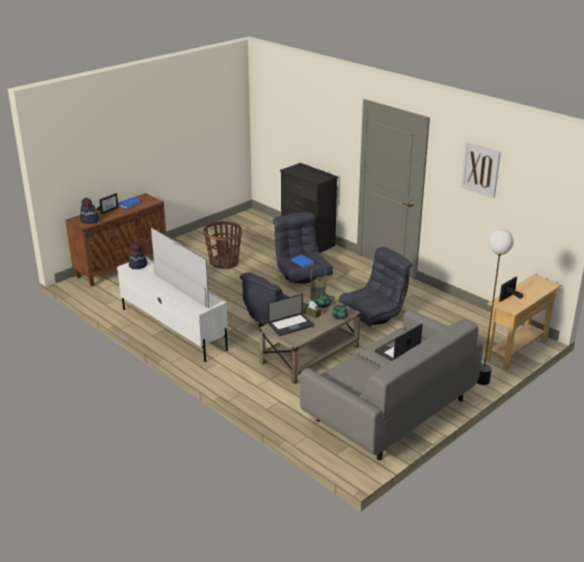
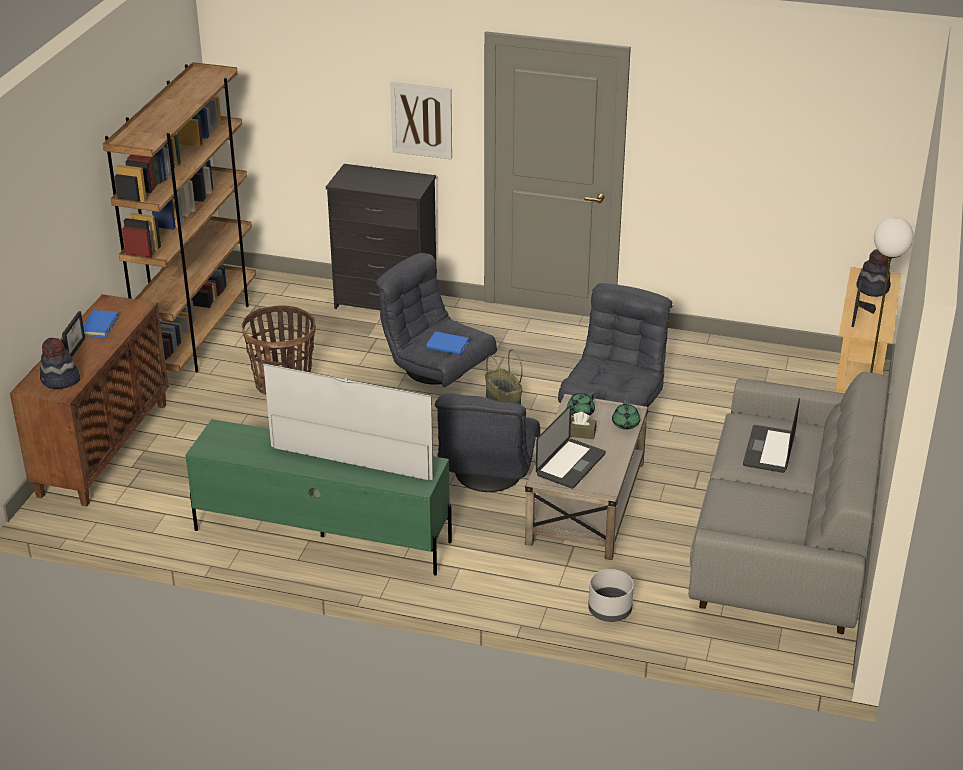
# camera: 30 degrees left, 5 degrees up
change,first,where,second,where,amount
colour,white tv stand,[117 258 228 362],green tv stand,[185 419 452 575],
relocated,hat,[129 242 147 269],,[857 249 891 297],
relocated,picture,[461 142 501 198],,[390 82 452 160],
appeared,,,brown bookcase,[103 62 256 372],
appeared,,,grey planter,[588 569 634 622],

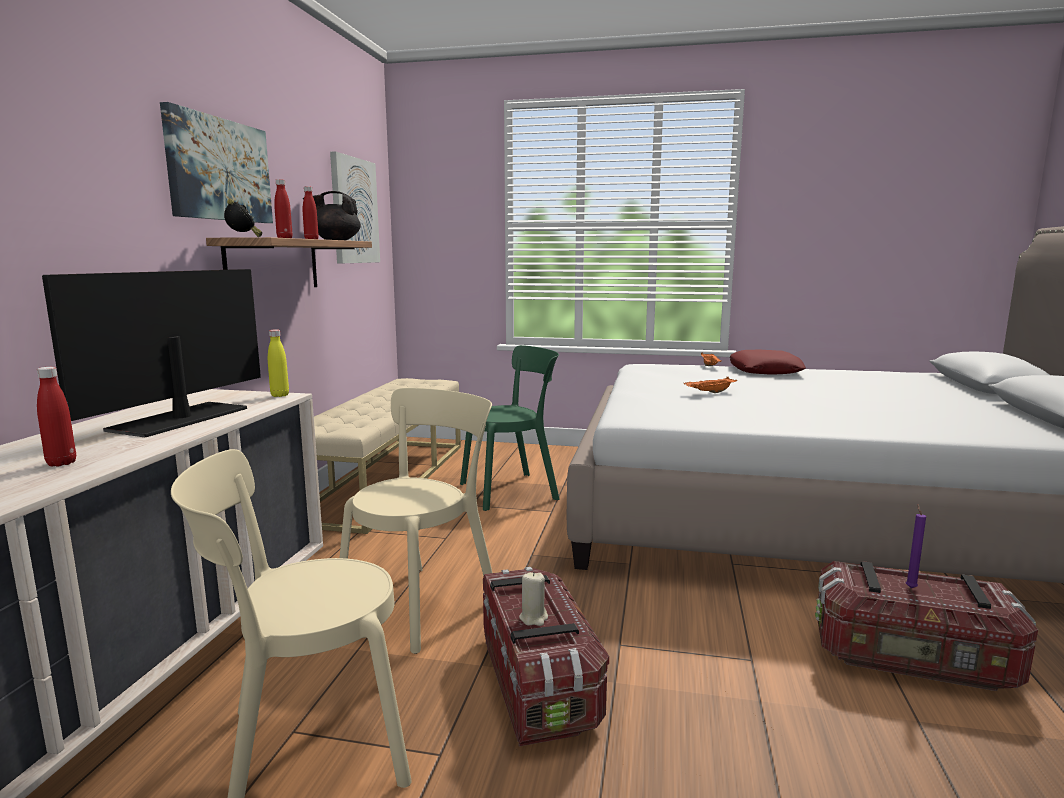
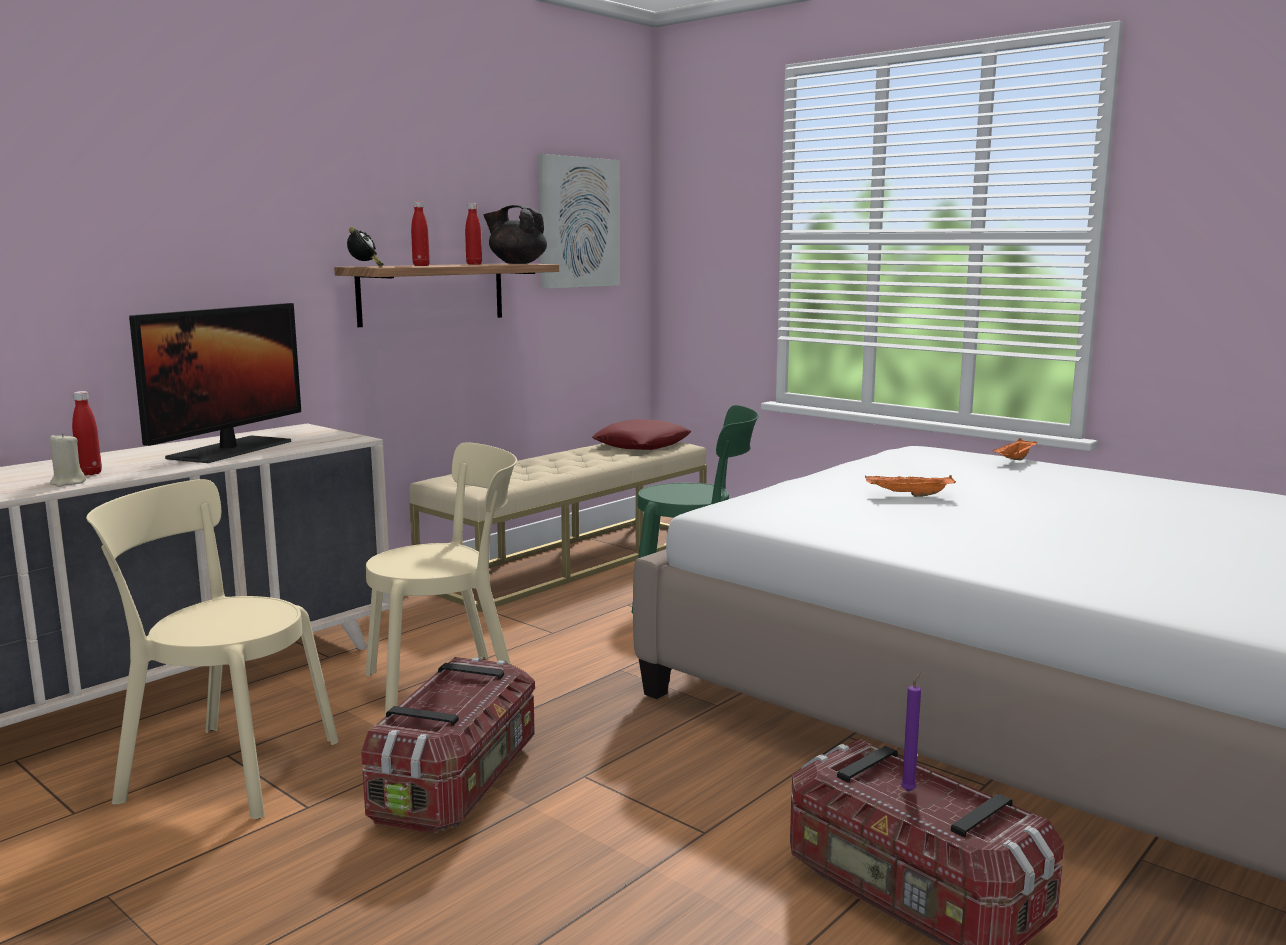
# camera: 30 degrees right, 0 degrees up
change,first,where,second,where,amount
spun,monitor,[42 269 261 437],,[129 303 301 463],150 degrees clockwise
missing,picture,[160 102 273 223],,,
missing,yellow bottle,[268 329 289 397],,,
relocated,beige candle,[519 572 548 626],,[50 432 86 487],
relocated,red pillow,[730 350 806 375],,[592 419 691 450],

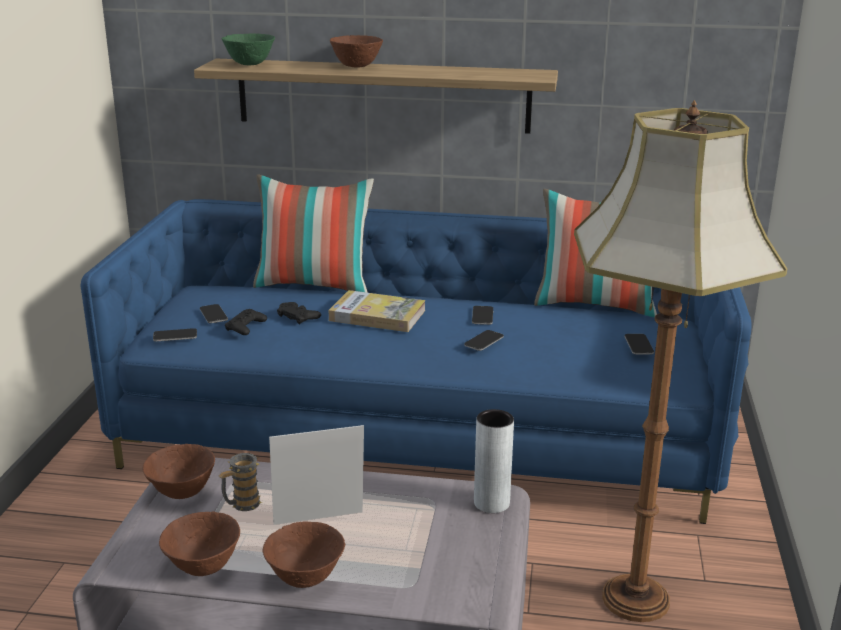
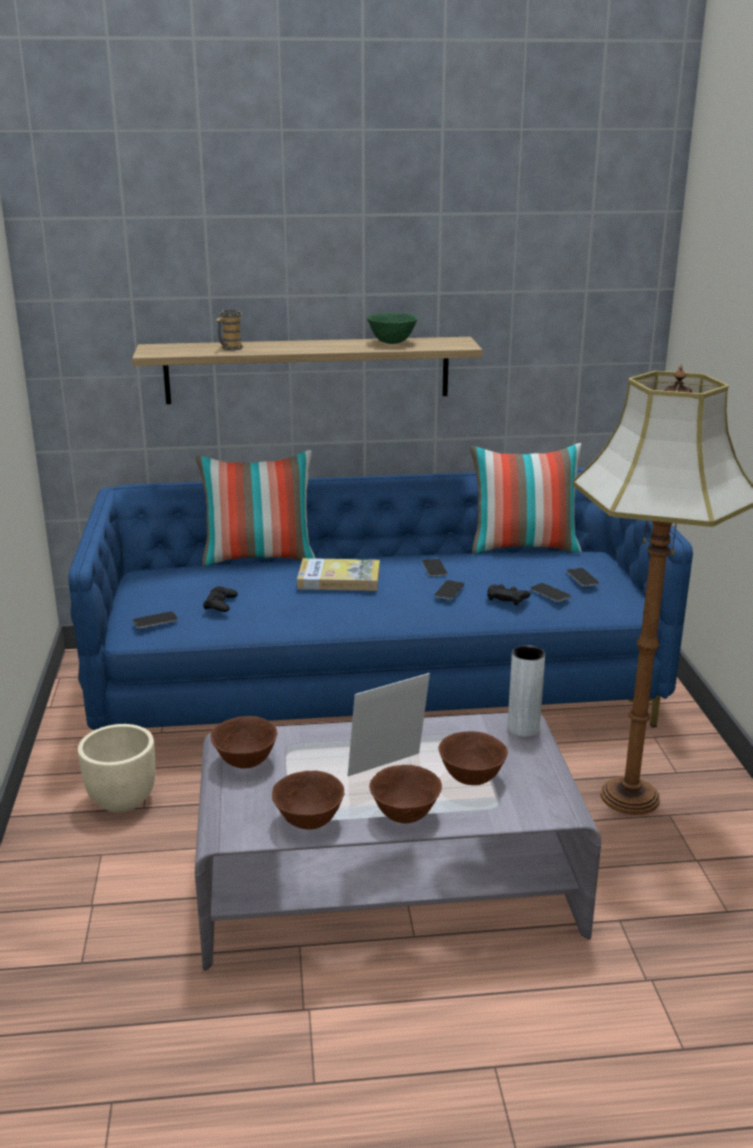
# camera: 15 degrees left, 0 degrees up
change,first,where,second,where,amount
relocated,phone,[200 304 228 323],,[530 583 571 602],
relocated,mug,[218 453 262 511],,[216 309 244 350],
relocated,green bowl,[221 33 275 65],,[367 313 417 344],
relocated,black game controller,[277 302 321 324],,[487 584 530 605],
relocated,brown bowl,[330 35 383 67],,[438 731 508 785],
appeared,,,beige planter,[78 724 155 813],

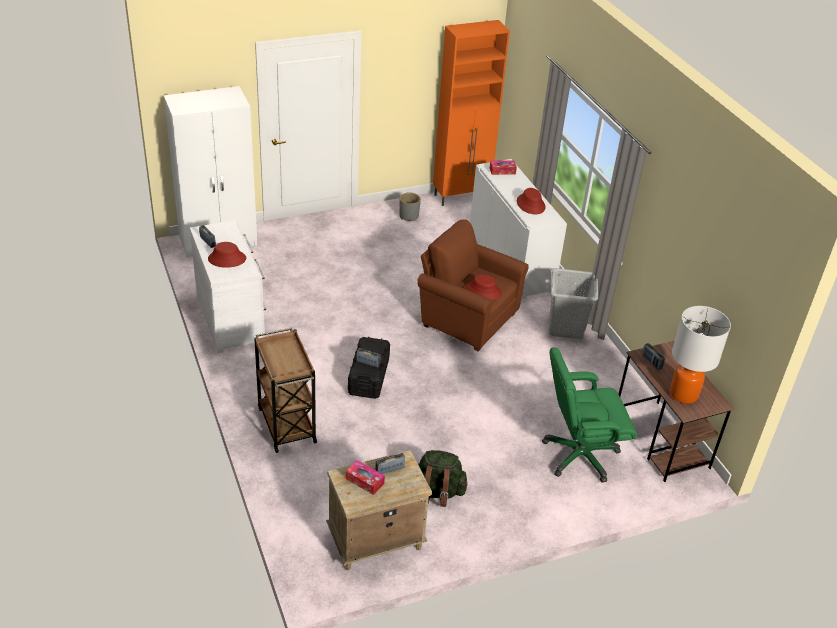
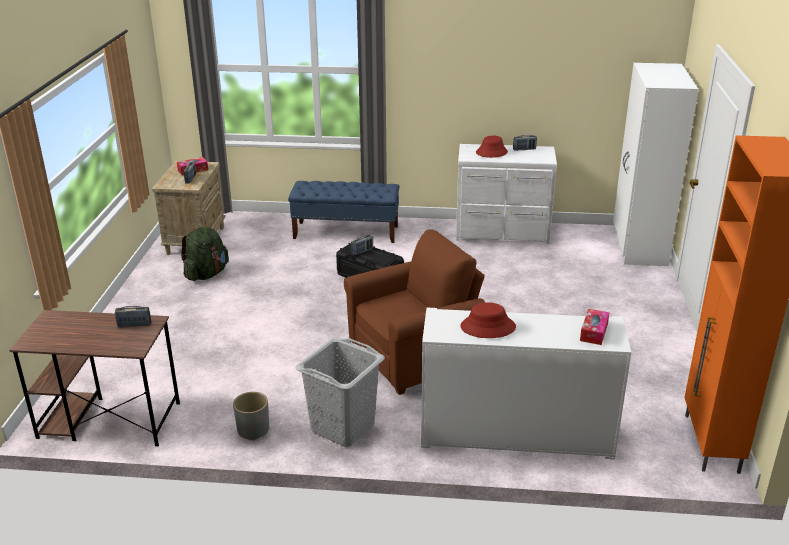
# camera: 120 degrees right, 10 degrees down
change,first,where,second,where,amount
exchanged,brown cart,[254 328 317 453],blue bench,[288 181 400 243],
relocated,grey planter,[399 192 421 221],,[233 392 269 440],
missing,red hat,[465 275 502 300],,,
missing,green office chair,[542 347 637 483],,,
missing,table lamp,[670 306 731 404],,,

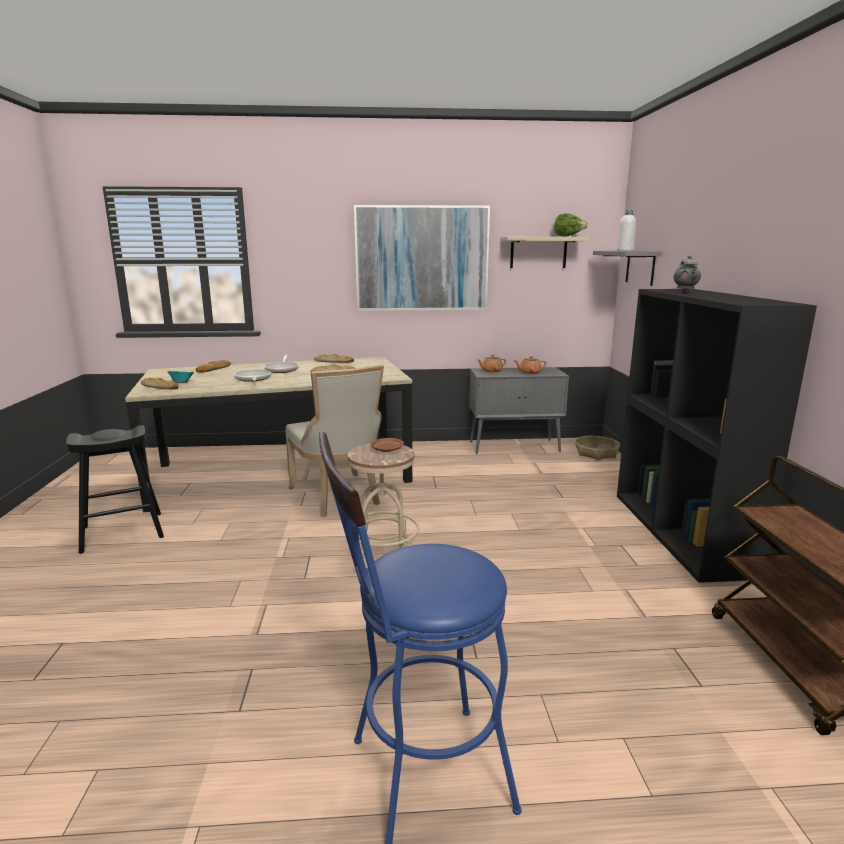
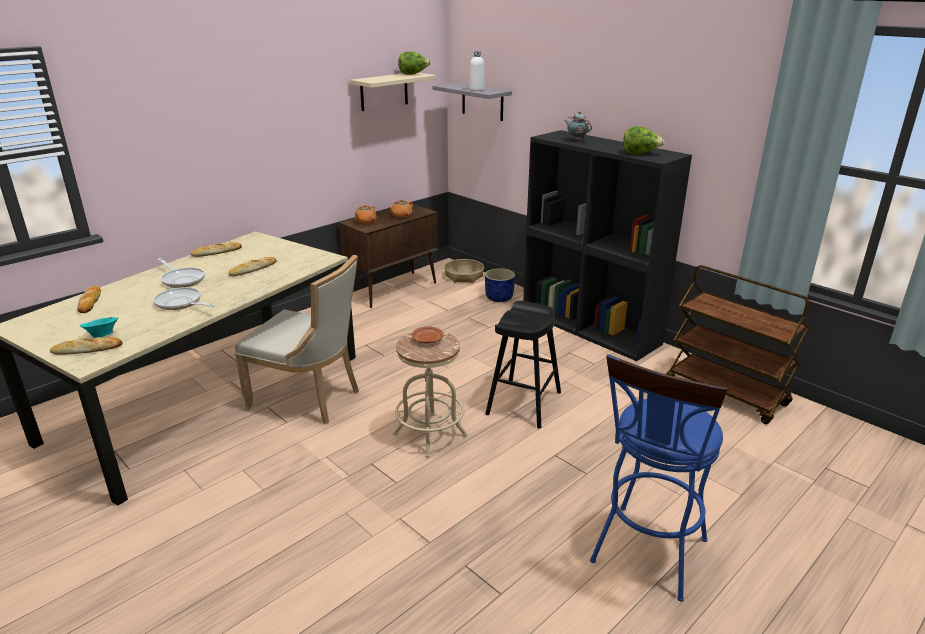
# camera: 40 degrees left, 10 degrees up
change,first,where,second,where,amount
relocated,black stool,[66 425 164 554],,[485 301 561 429],
missing,picture,[354 205 490 311],,,
colour,grey cabinet,[469 367 569 454],brown cabinet,[339 203 438 308],
appeared,,,blue planter,[485 268 515 302],
appeared,,,lettuce,[623 126 665 154],

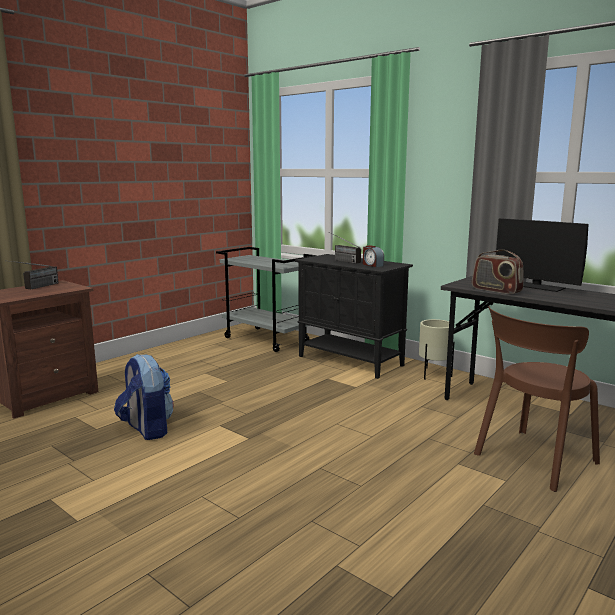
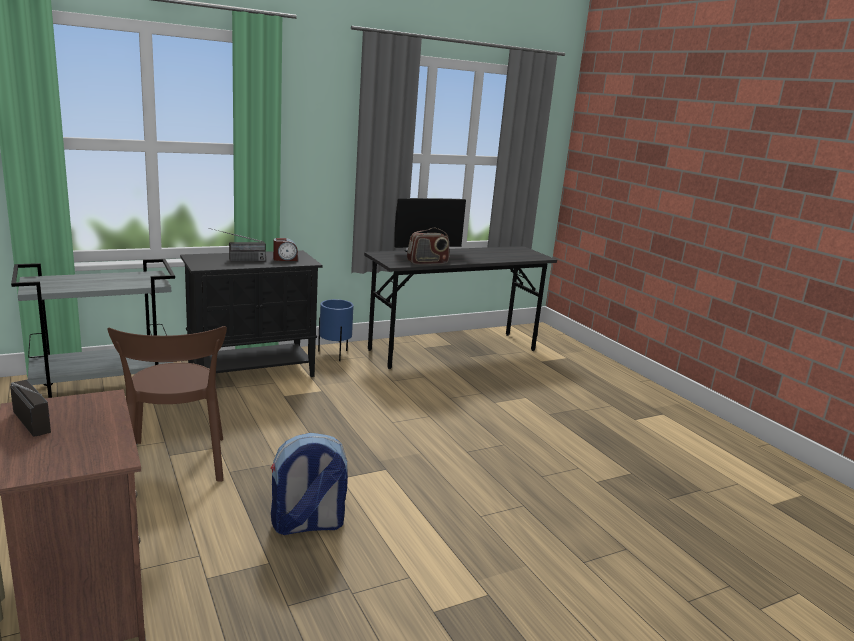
# camera: 70 degrees left, 5 degrees up
change,first,where,second,where,amount
colour,beige planter,[419 319 454 380],blue planter,[318 299 354 361],
relocated,brown chair,[474 306 600 492],,[107 326 227 482],

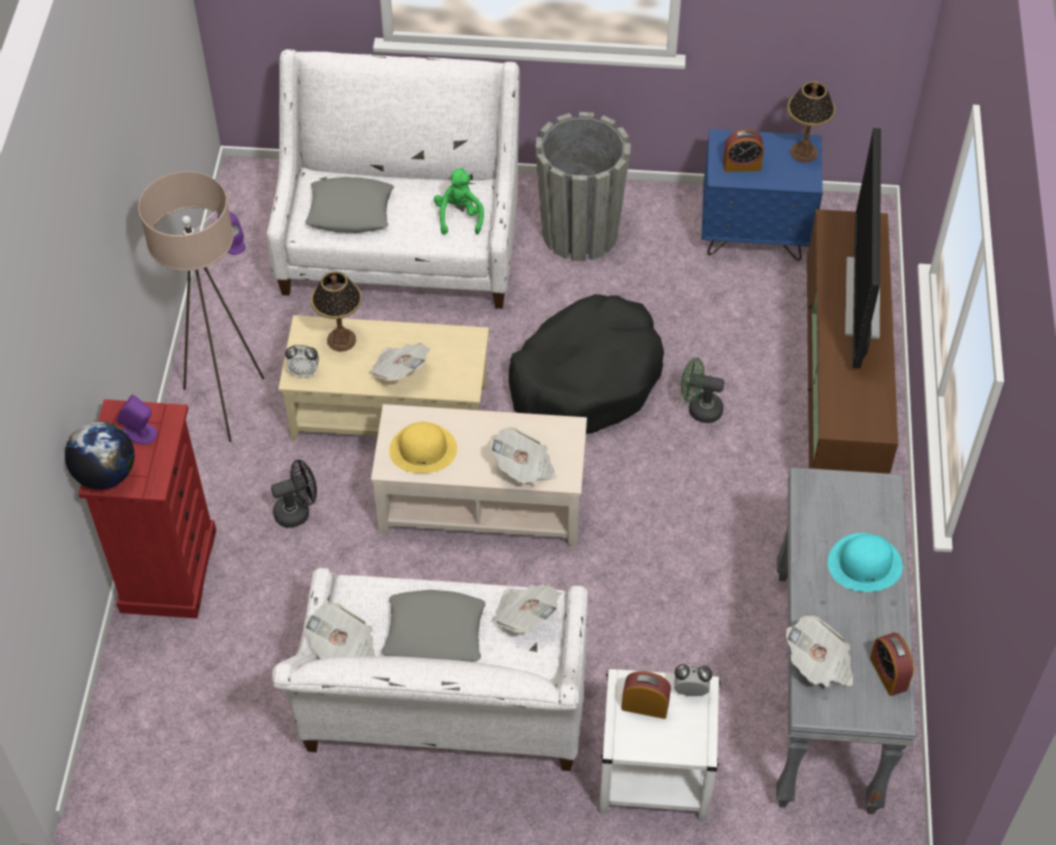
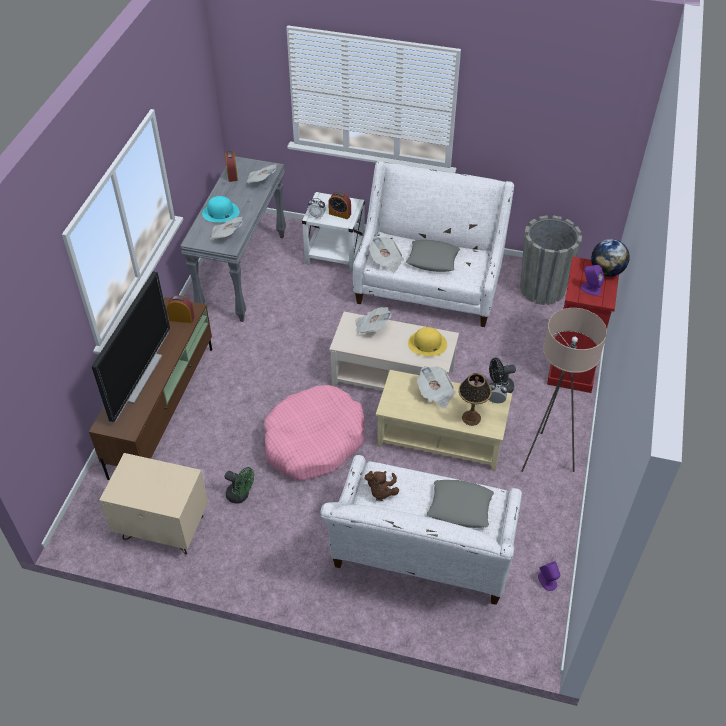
# camera: 170 degrees left, 5 degrees down
change,first,where,second,where,amount
relocated,newspaper,[304 603 375 659],,[210 217 243 239],
colour,green plush toy,[434 168 484 235],brown plush toy,[365 471 399 499],
colour,black dog bed,[509 294 664 434],pink dog bed,[264 385 365 480],
relocated,grey planter,[535 112 631 261],,[520 215 582 305],
relocated,green fan,[681 358 725 423],,[225 467 254 504],
colour,blue nightstand,[701 129 823 260],beige nightstand,[99 453 208 554],
relocated,alarm clock,[723 129 764 172],,[167 295 195 323],
missing,table lamp,[787 81 835 163],,,

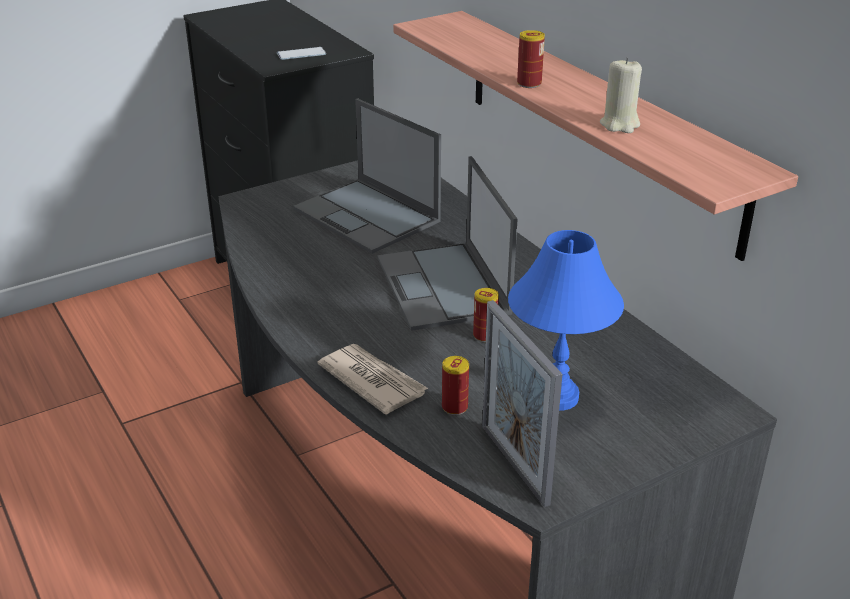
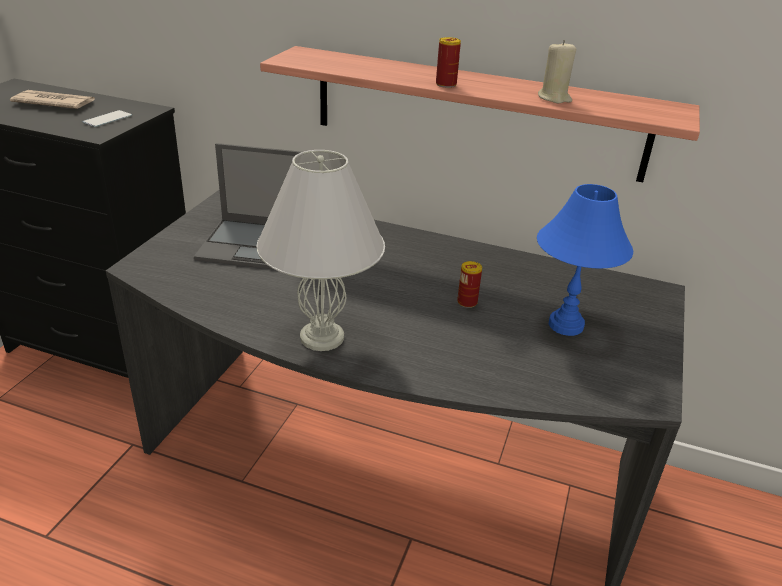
# camera: 40 degrees left, 0 degrees up
change,first,where,second,where,amount
relocated,newspaper,[317 344 428 415],,[10 90 95 109],
missing,laptop,[378 156 517 331],,,
missing,can,[442 356 469 415],,,
missing,picture frame,[482 300 562 507],,,
appeared,,,white table lamp,[257 150 385 351],

